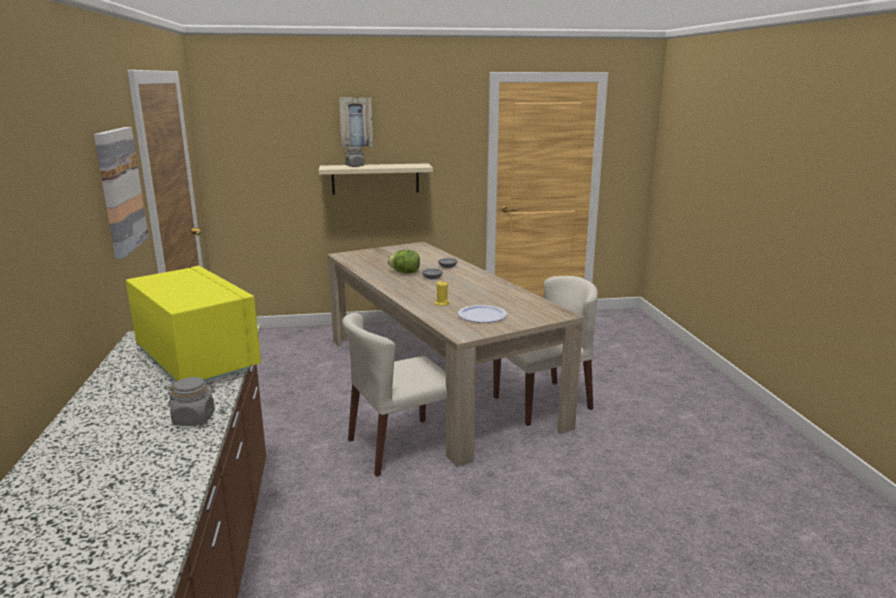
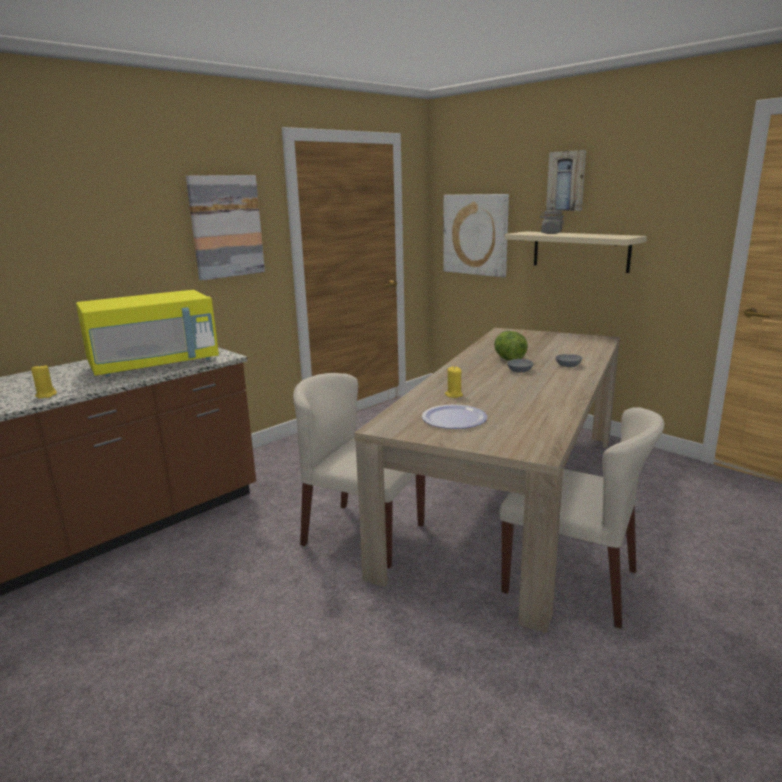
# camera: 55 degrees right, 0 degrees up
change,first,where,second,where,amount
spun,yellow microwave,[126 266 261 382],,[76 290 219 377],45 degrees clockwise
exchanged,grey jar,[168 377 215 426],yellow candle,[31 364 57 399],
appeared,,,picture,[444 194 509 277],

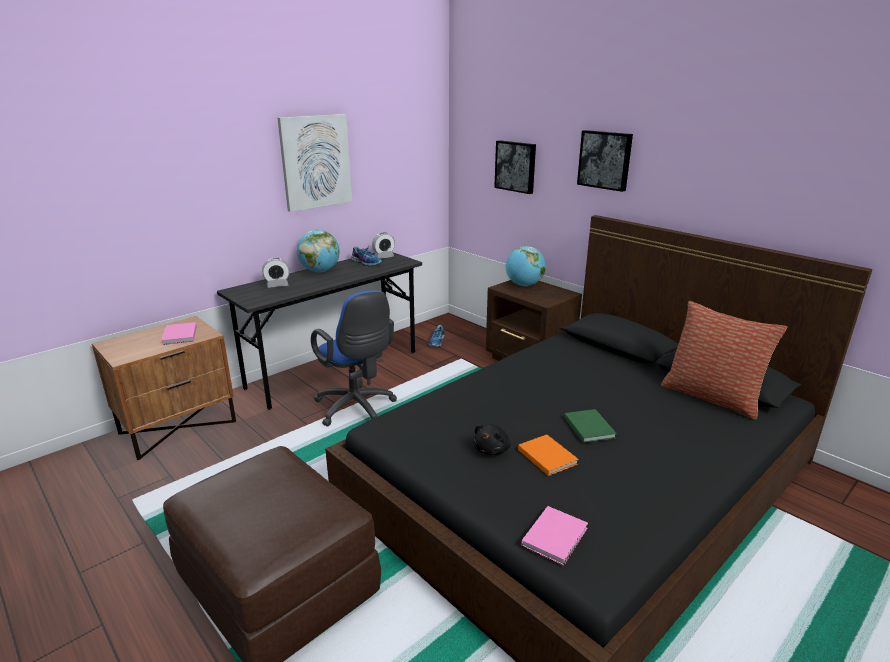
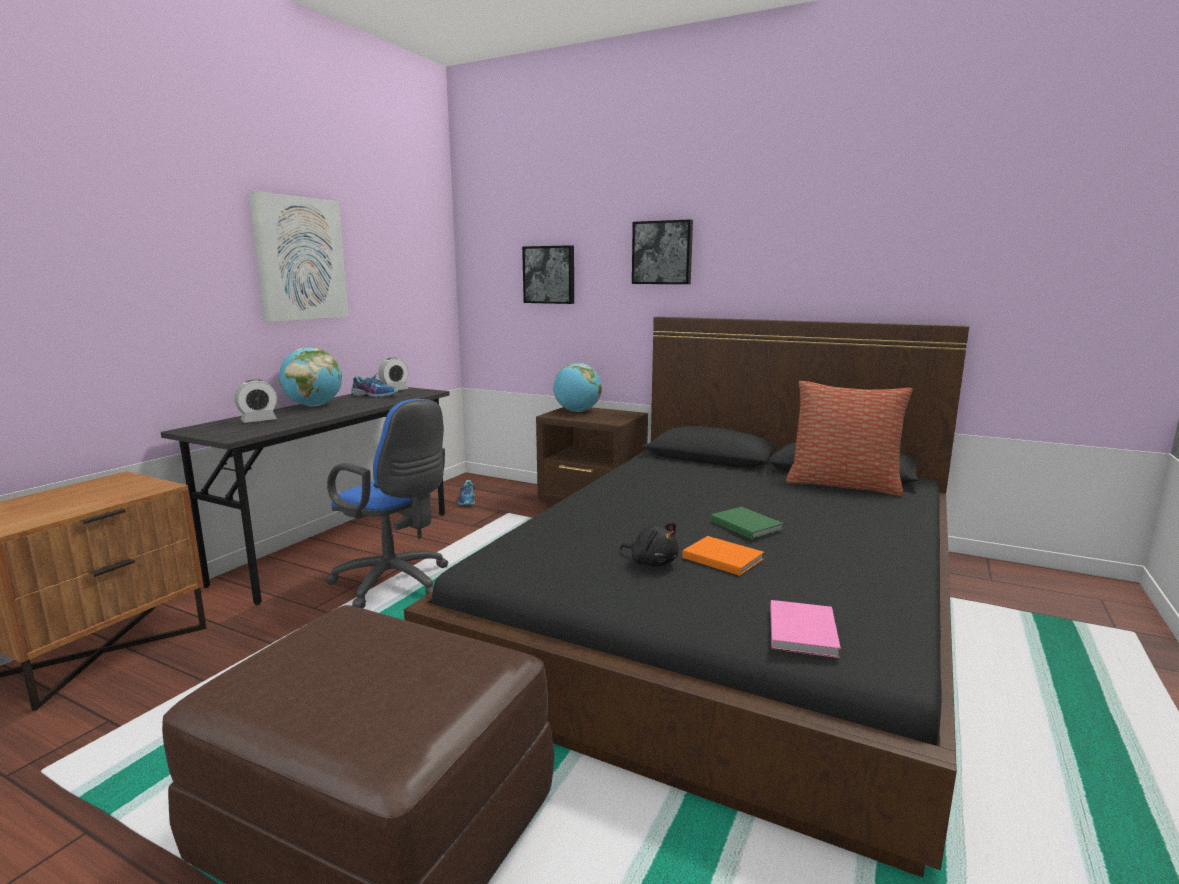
# camera: 20 degrees left, 10 degrees down
change,first,where,second,where,amount
missing,pink book,[161 322 197 345],,,
spun,black plush toy,[473 424 511 455],,[620 523 679 567],60 degrees counterclockwise

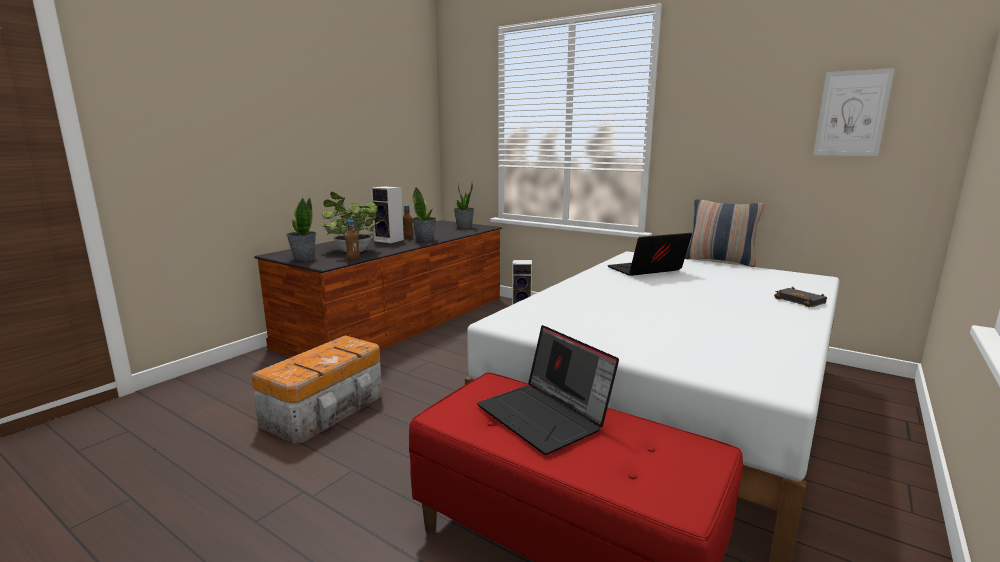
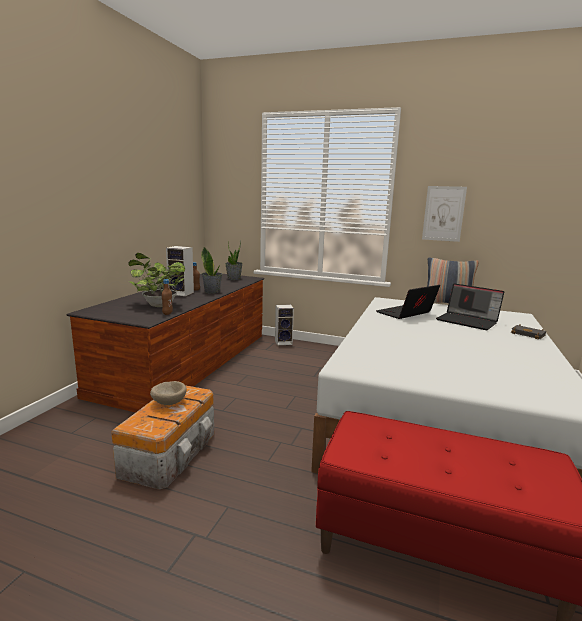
# camera: 15 degrees left, 0 degrees up
change,first,where,second,where,amount
missing,potted plant,[286 197 317 261],,,
relocated,laptop,[477 325 619 455],,[436 283 504 330],
relocated,picture,[813 68 895 156],,[422 186 467 242],
appeared,,,beige bowl,[150 381 187 405],

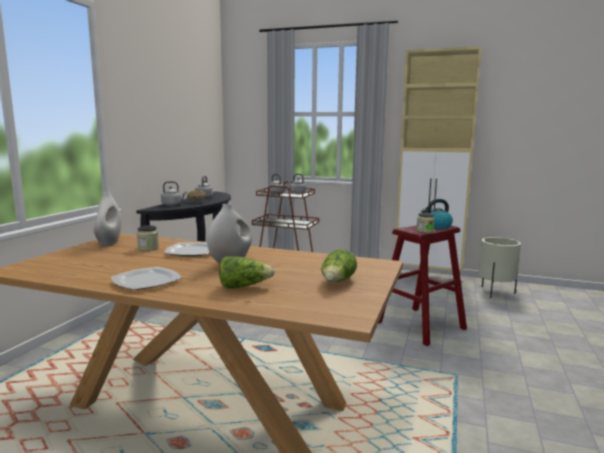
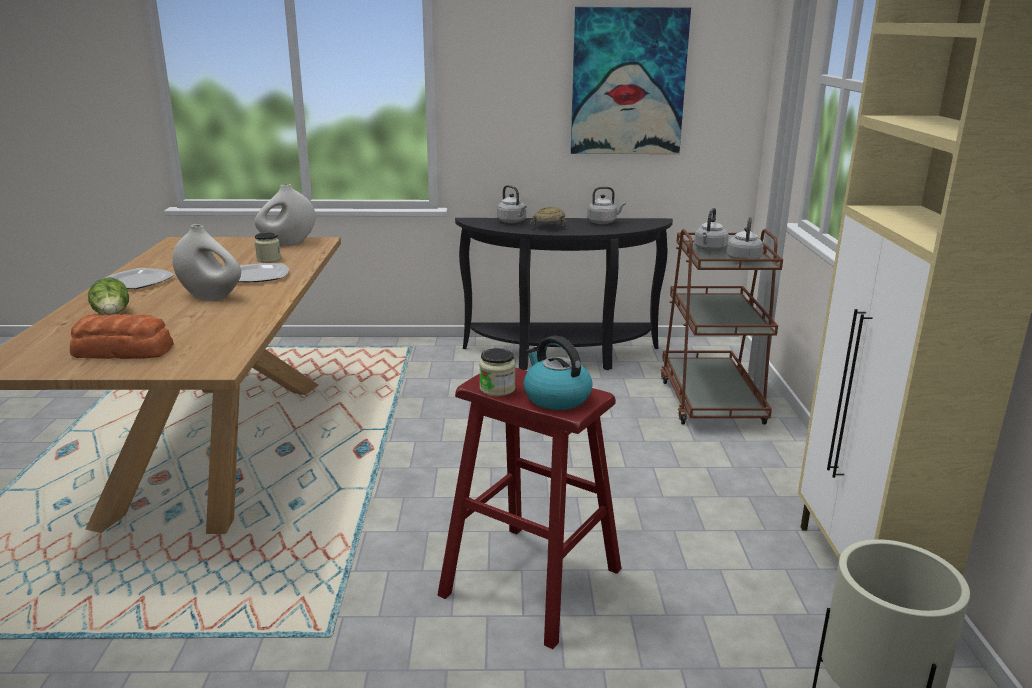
# camera: 70 degrees right, 10 degrees up
change,first,where,second,where,amount
exchanged,lettuce,[321 249 357 282],bread,[70 314 174 359],
appeared,,,picture,[571 7 691 154],

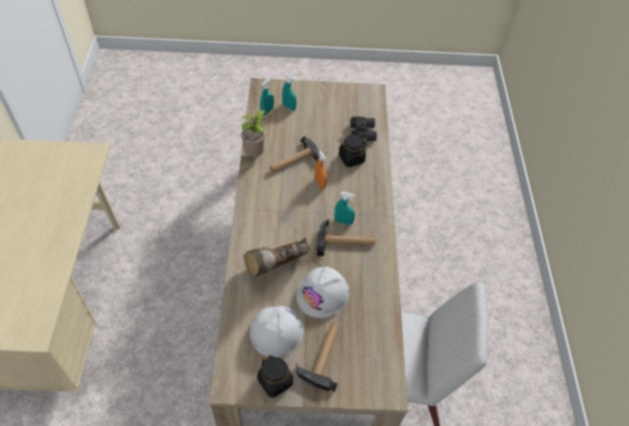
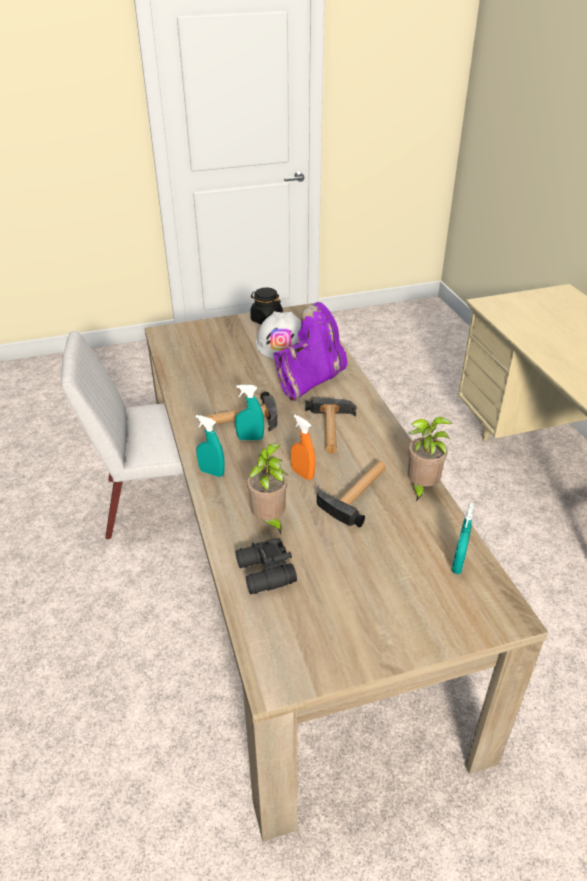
# camera: 165 degrees right, 15 degrees down
change,first,where,second,where,amount
colour,brown boot,[243 237 310 277],purple boot,[273 302 347 401],
relocated,turquoise spray bottle,[282 74 296 111],,[196 415 225 477],
missing,white hard hat,[296 267 349 318],,,
relocated,hammer,[296 323 339 392],,[305 398 357 454],
exchanged,black jar,[339 134 367 167],potted plant,[247 444 288 535],

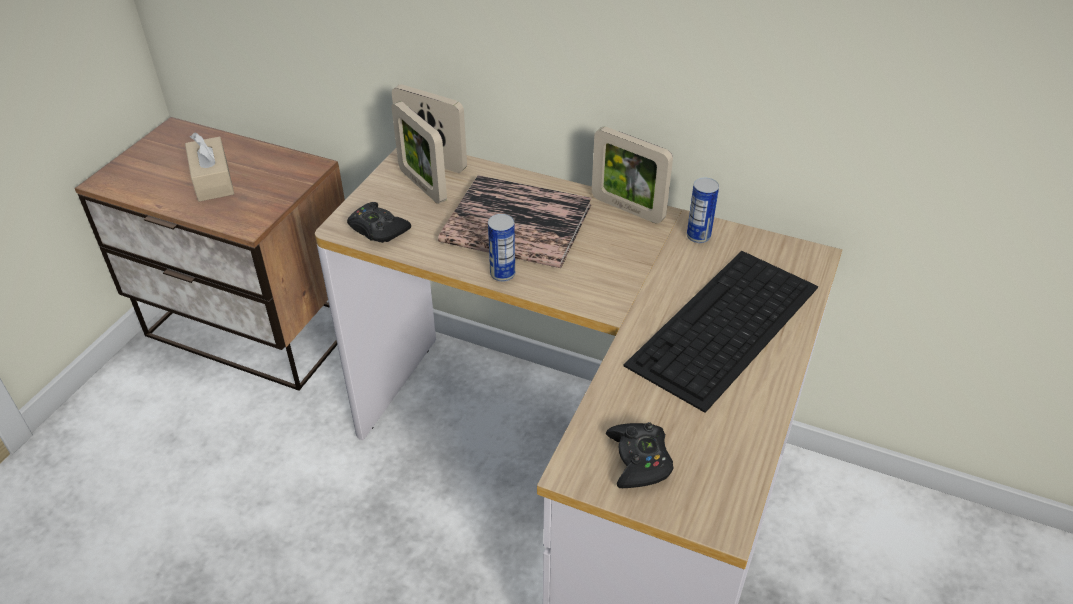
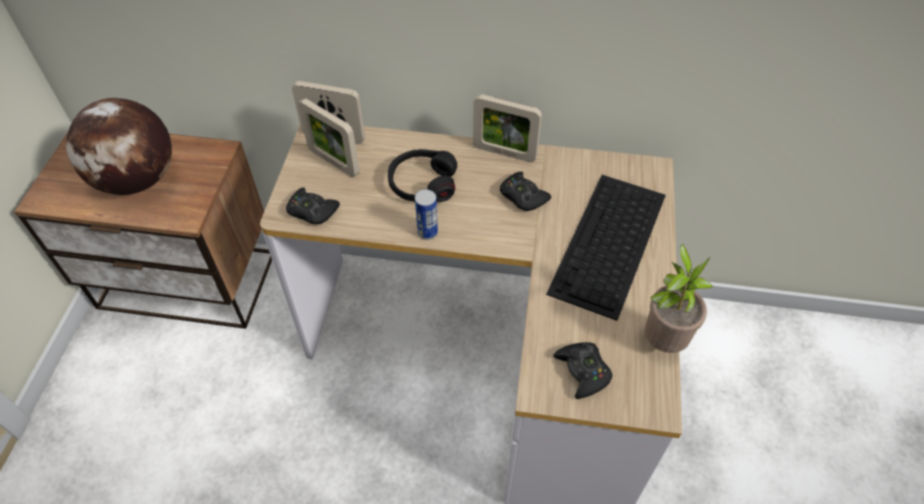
# camera: 15 degrees left, 10 degrees up
change,first,where,second,where,amount
exchanged,beige tissue box,[185 132 234 202],globe,[66 98 172 195],
exchanged,book,[438 175 592 268],black headphones,[388 149 457 202],
missing,can,[687 178 719 243],,,
appeared,,,black game controller,[500 172 551 211],
appeared,,,potted plant,[645 244 713 353],

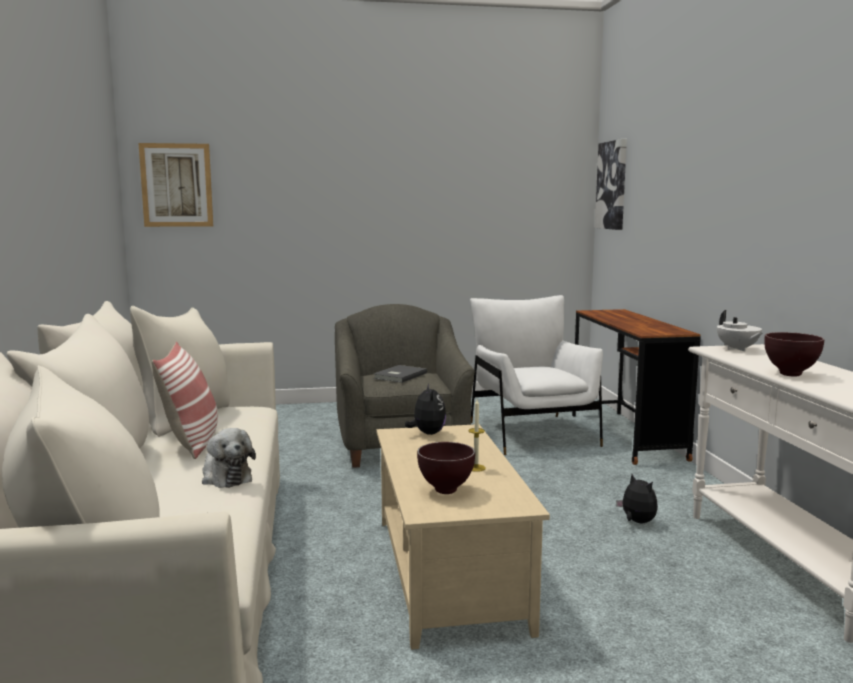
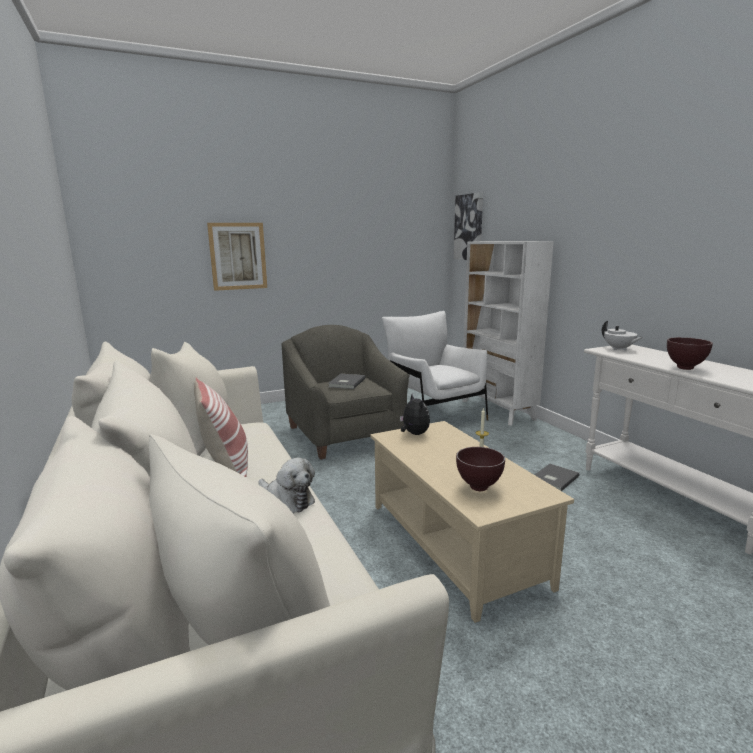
# camera: 15 degrees left, 5 degrees up
change,first,where,second,where,amount
relocated,picture,[138 143 213 227],,[207 223 267 291],
exchanged,brown desk,[572 309 701 465],white bookcase,[462 241 554 426],
exchanged,plush toy,[616 474 658 523],grey book,[535 464 580 491],

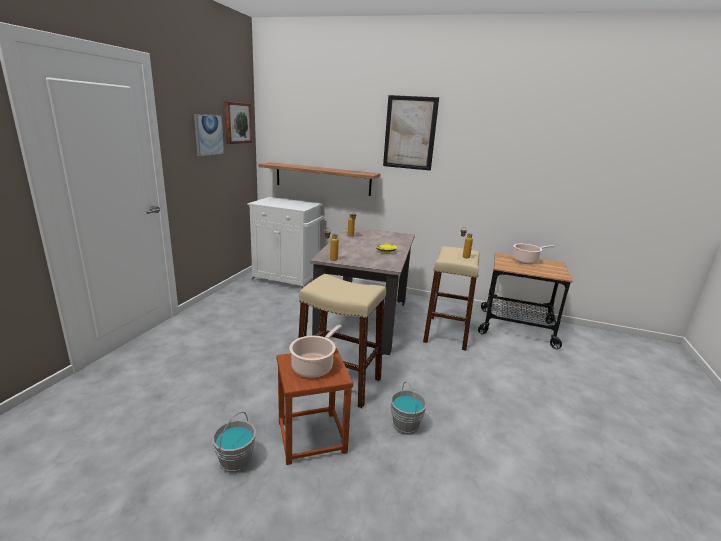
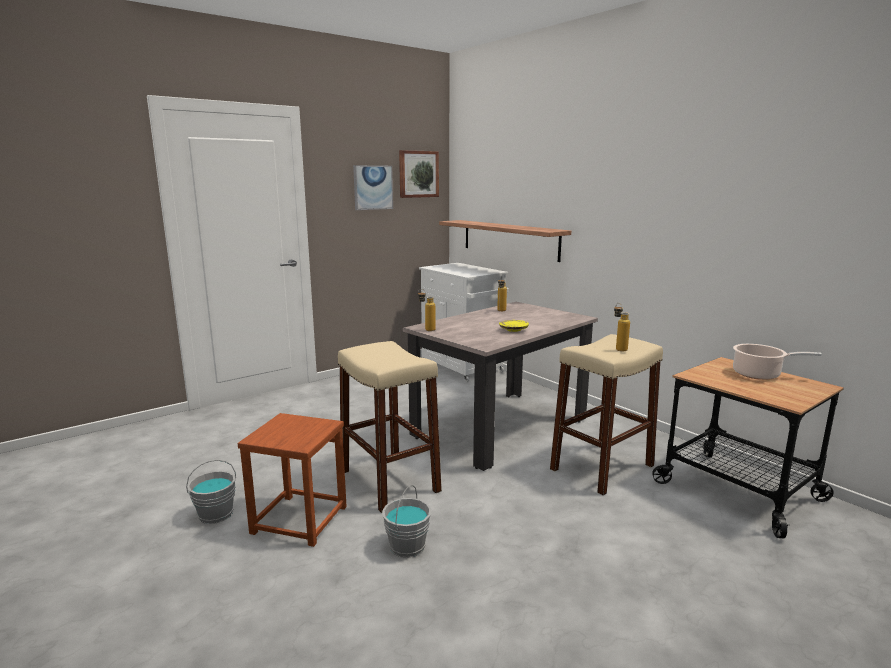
# camera: 35 degrees right, 5 degrees down
change,first,where,second,where,amount
missing,cooking pot,[289 324 342 378],,,
missing,picture,[383 95 439 171],,,

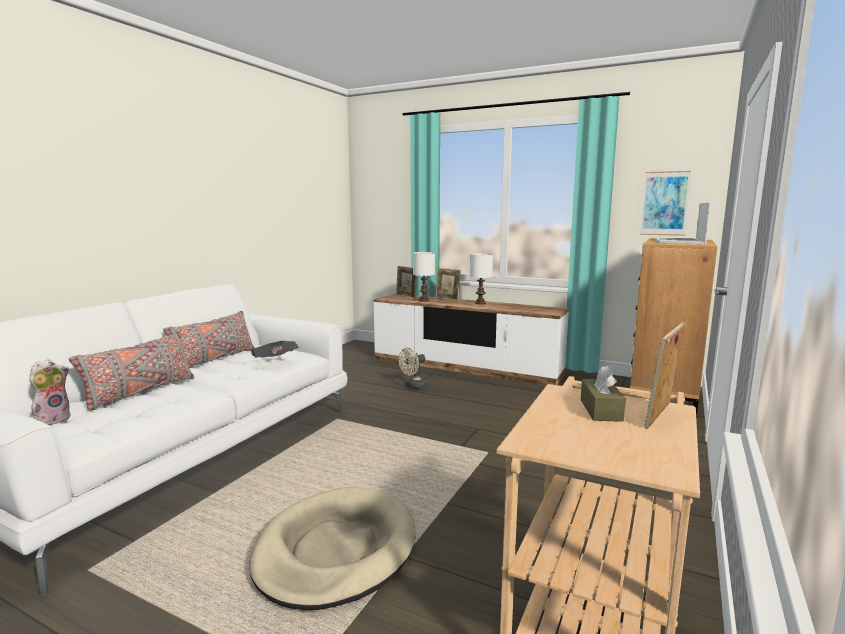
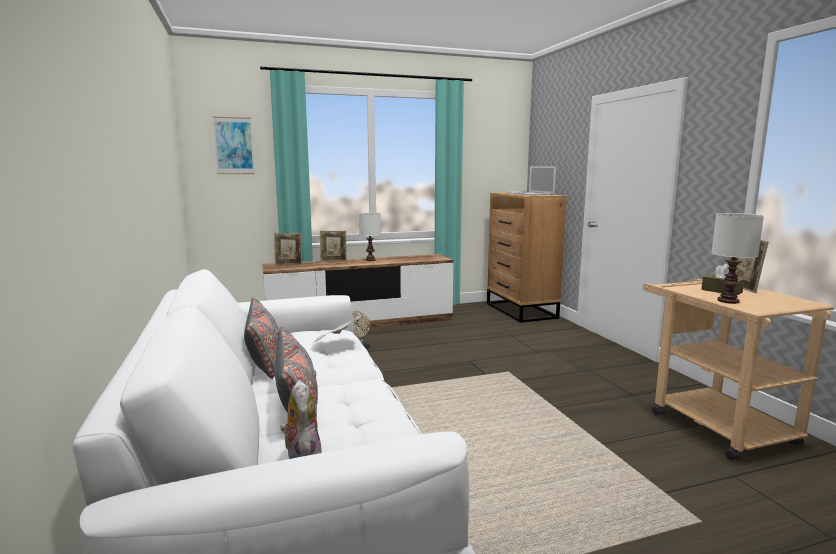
# camera: 45 degrees left, 0 degrees up
change,first,where,second,where,amount
missing,beige dog bed,[249 487 415 610],,,
relocated,white table lamp,[413 252 435 301],,[711 213 764 304],
relocated,picture,[640 171 691 236],,[213 117 255 174],

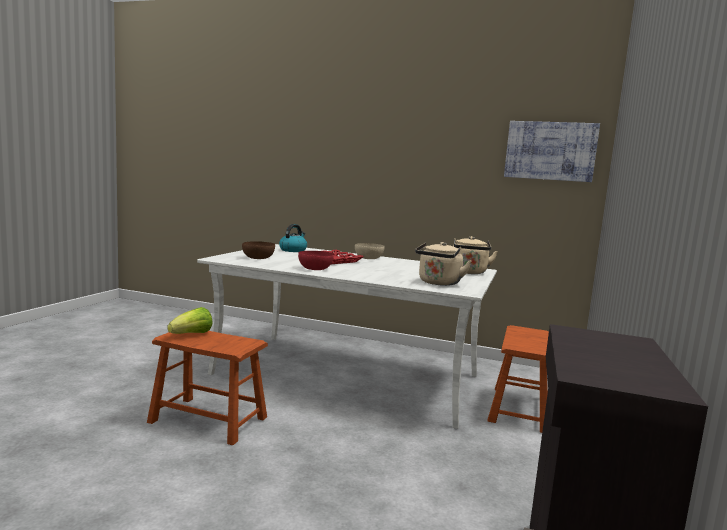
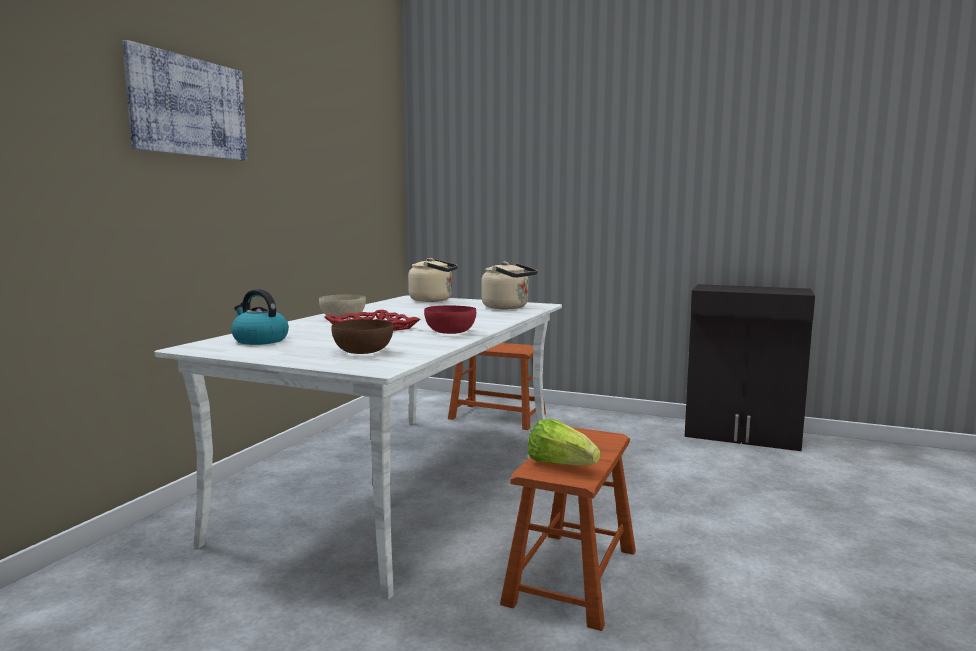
# camera: 85 degrees left, 0 degrees up
change,first,where,second,where,amount
relocated,picture,[504 121 600 182],,[122 40 247 161],

